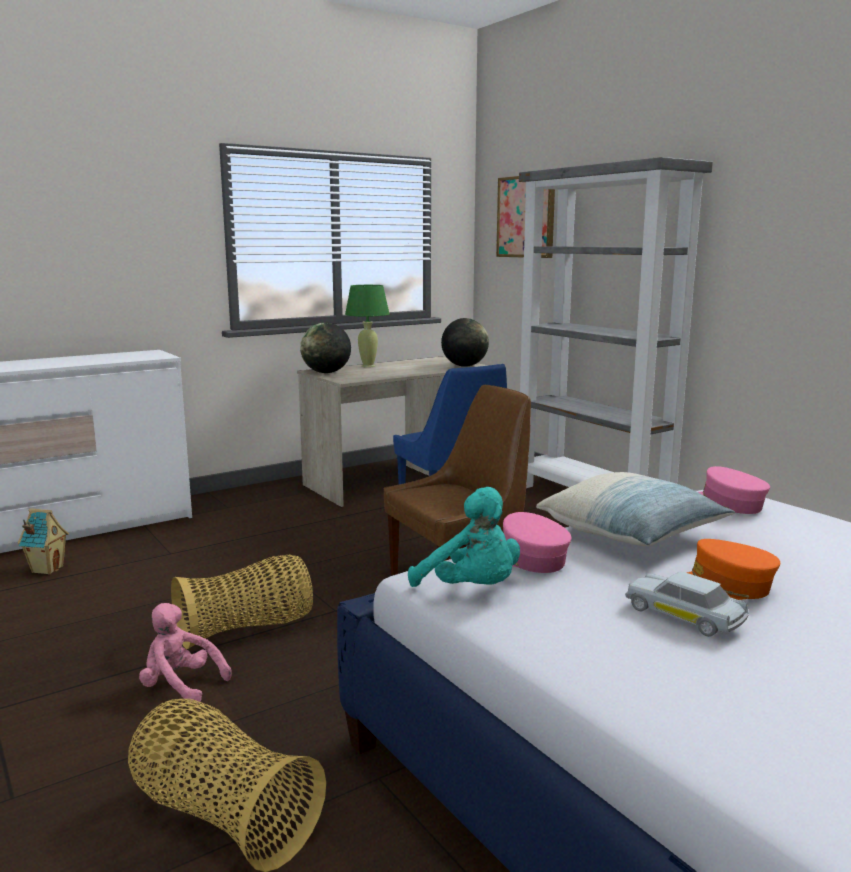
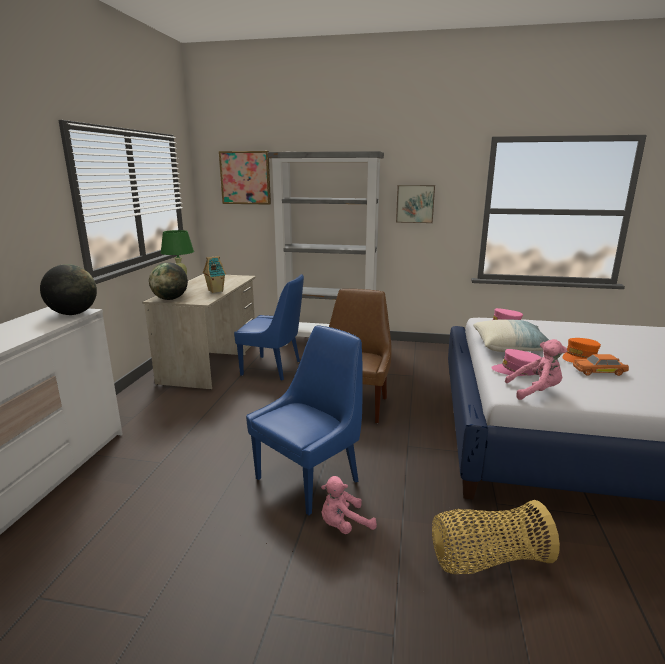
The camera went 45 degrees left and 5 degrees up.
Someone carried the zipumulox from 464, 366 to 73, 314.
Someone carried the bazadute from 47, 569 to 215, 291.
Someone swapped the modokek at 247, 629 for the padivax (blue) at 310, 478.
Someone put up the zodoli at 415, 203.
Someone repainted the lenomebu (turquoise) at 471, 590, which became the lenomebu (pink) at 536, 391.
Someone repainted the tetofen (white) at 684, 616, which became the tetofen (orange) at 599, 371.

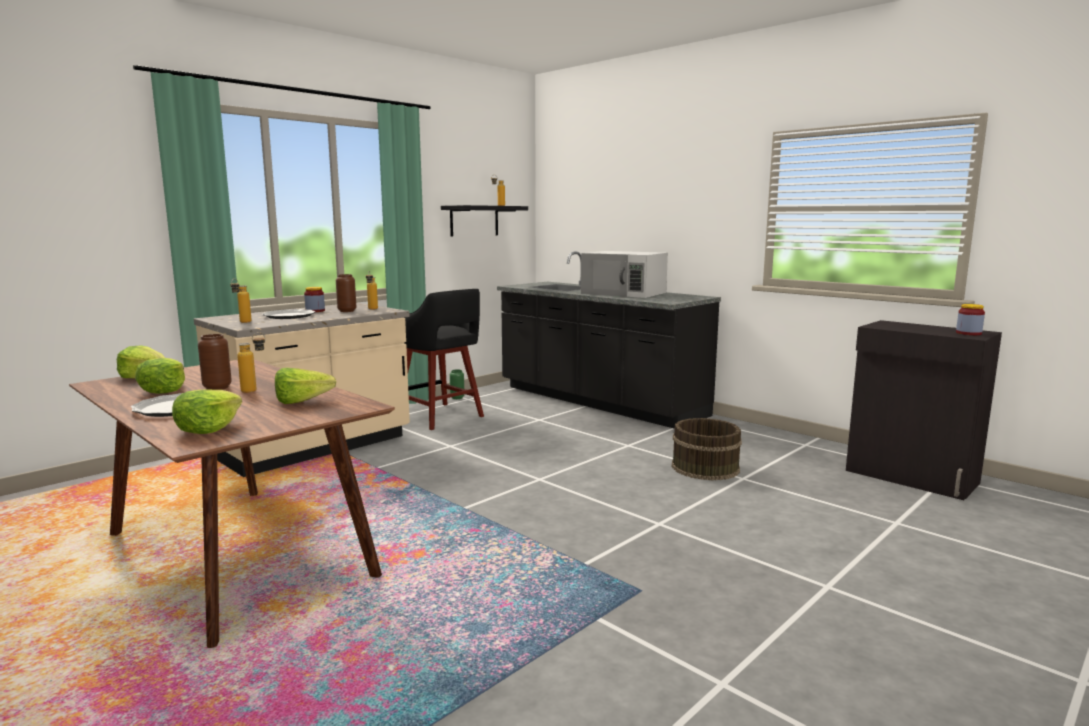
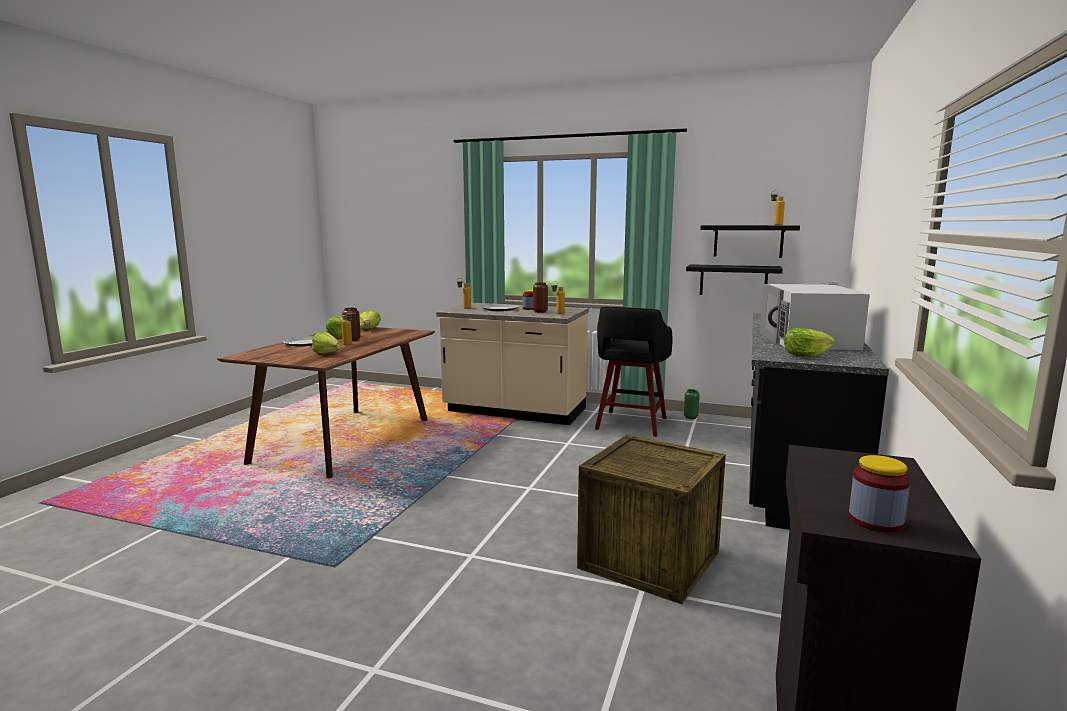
The camera went 65 degrees right and 0 degrees up.
Someone swapped the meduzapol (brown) at 704, 467 for the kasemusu at 649, 560.
Someone put up the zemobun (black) at 733, 280.
Someone carried the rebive from 208, 429 to 805, 355.

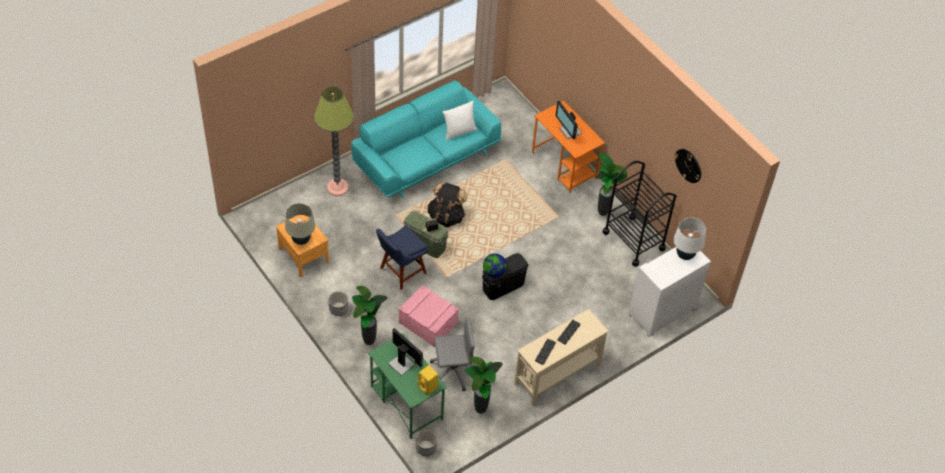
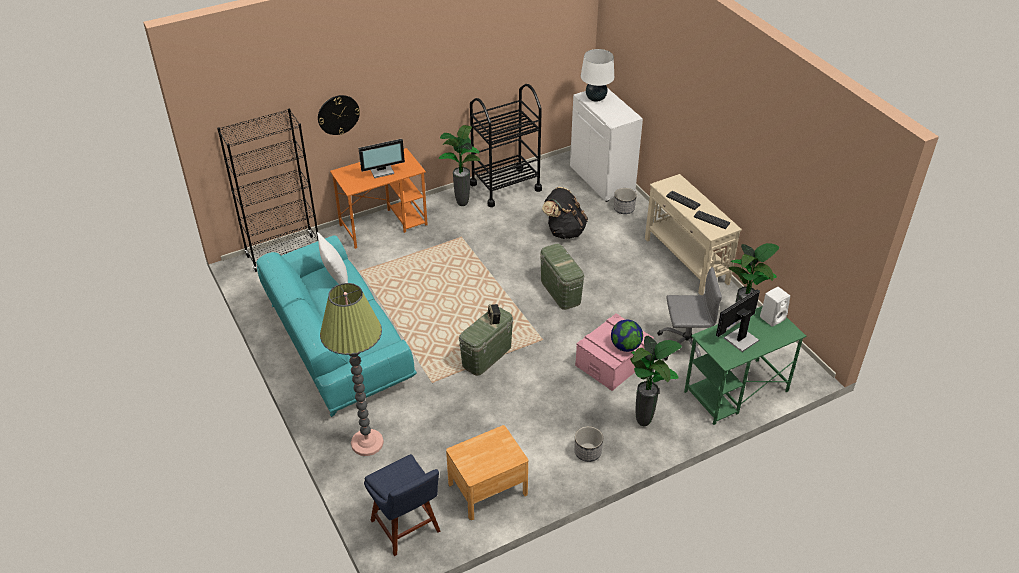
The camera went 80 degrees left and 10 degrees down.
Someone put down the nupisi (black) at 284, 253.
Someone carried the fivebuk from 688, 165 to 338, 114.
Someone carried the padivax (blue) from 401, 272 to 407, 528.
Someone repainted the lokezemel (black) at 503, 286, which became the lokezemel (green) at 561, 291.
Someone carried the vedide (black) from 446, 216 to 564, 231.
Someone carried the zipumulox from 494, 272 to 625, 346.
Someone carried the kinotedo from 425, 448 to 623, 209.
Someone rotated the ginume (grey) at 453, 371 by 90 degrees clockwise.
Someone repainted the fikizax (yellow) at 428, 387, which became the fikizax (white) at 773, 318.
Someone took away the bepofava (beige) at 301, 240.

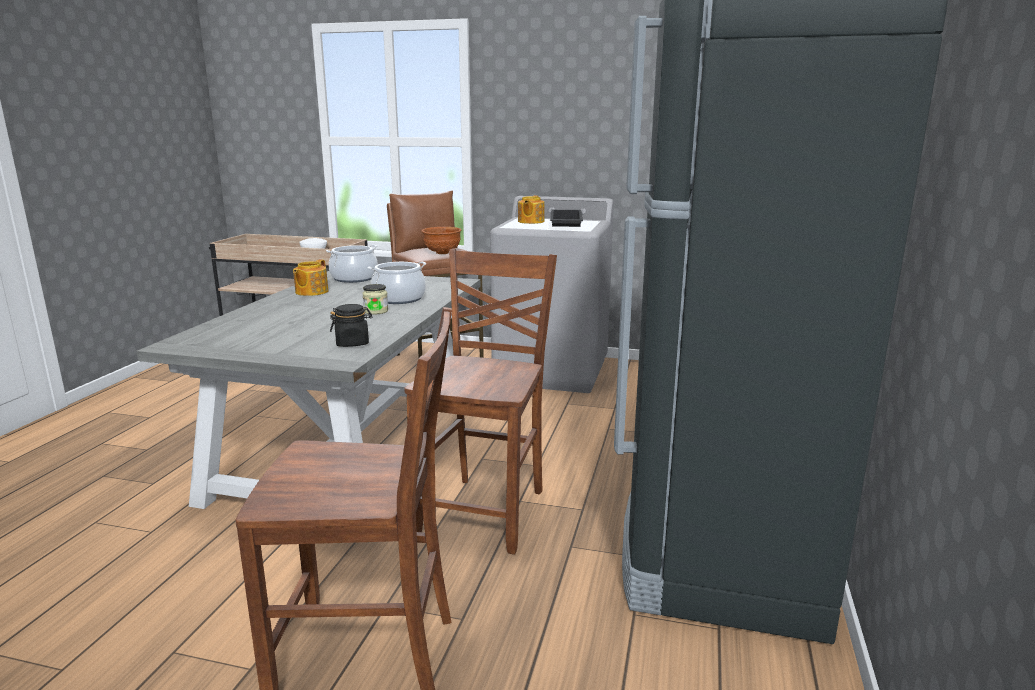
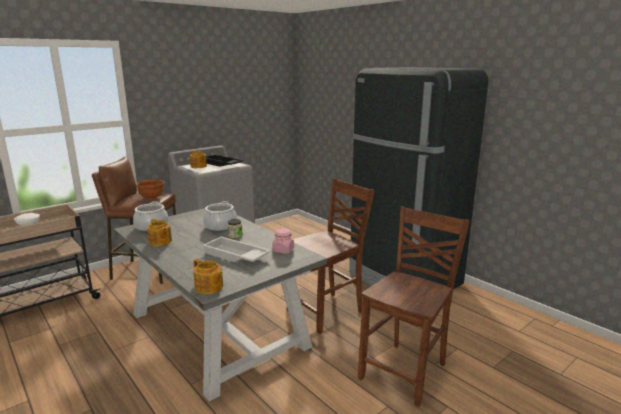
The camera went 55 degrees left and 0 degrees up.
Someone put down the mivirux at 209, 287.
Someone put down the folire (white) at 235, 256.
Someone repainted the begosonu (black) at 352, 343, which became the begosonu (pink) at 283, 250.
Someone rotated the padivax (brown) at 486, 512 by 90 degrees clockwise.

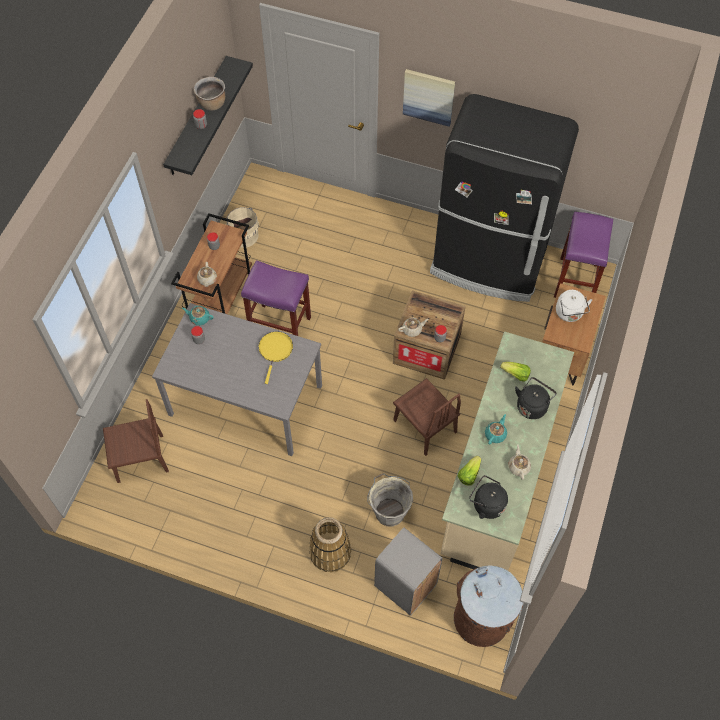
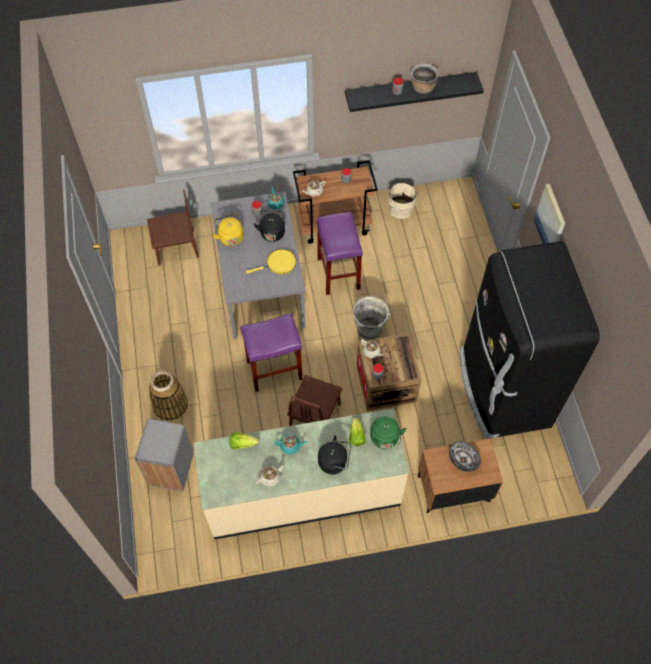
The camera went 60 degrees right and 0 degrees up.
Someone rotated the padivax (brown) at 140, 458 by 60 degrees counterclockwise.
Someone put down the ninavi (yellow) at 230, 236.
Someone carried the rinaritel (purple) from 576, 281 to 273, 370.
Someone carried the ninavi (black) from 486, 504 to 272, 232.
Someone carried the meduzapol (grey) from 389, 511 to 369, 328.
Someone put down the ninavi (green) at 385, 439.
Someone swapped the ninavi (white) at 569, 314 for the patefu at 463, 460.
Someone took away the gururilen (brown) at 481, 620.

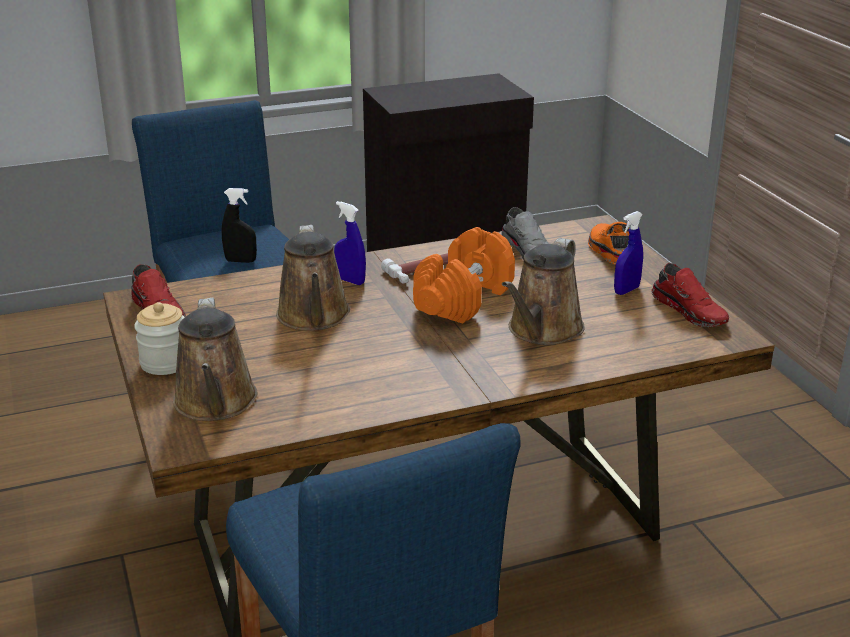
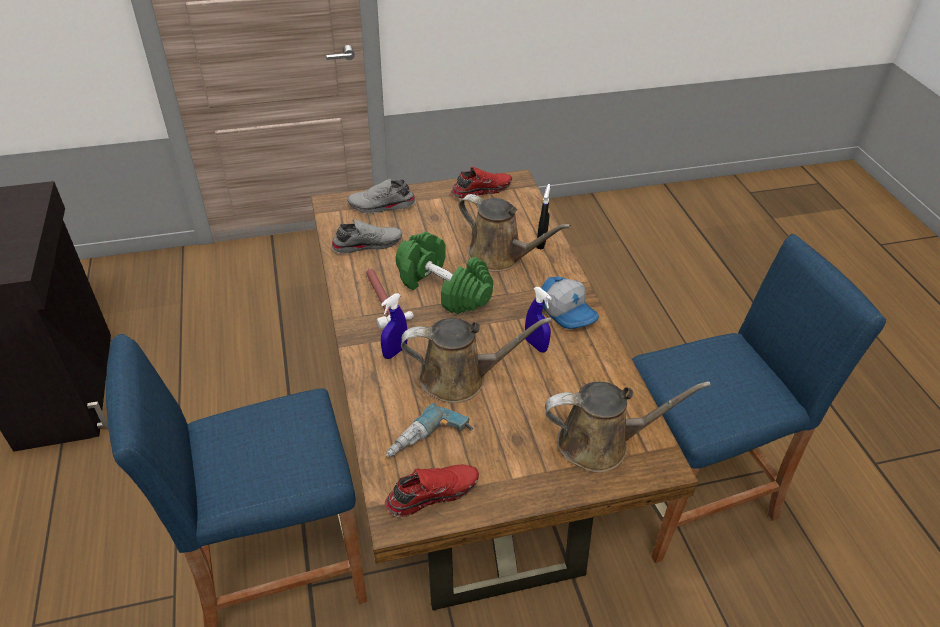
The camera went 85 degrees left and 15 degrees up.
Someone repainted the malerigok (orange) at 609, 252, which became the malerigok (grey) at 381, 206.
Someone put down the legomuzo at 429, 444.
Someone repainted the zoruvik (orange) at 463, 298, which became the zoruvik (green) at 442, 288.
Someone carried the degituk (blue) from 626, 290 to 536, 345.
Someone carried the degituk (black) from 240, 261 to 541, 242.
Someone put down the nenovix at 568, 311.
Someone took away the begosonu at 165, 363.

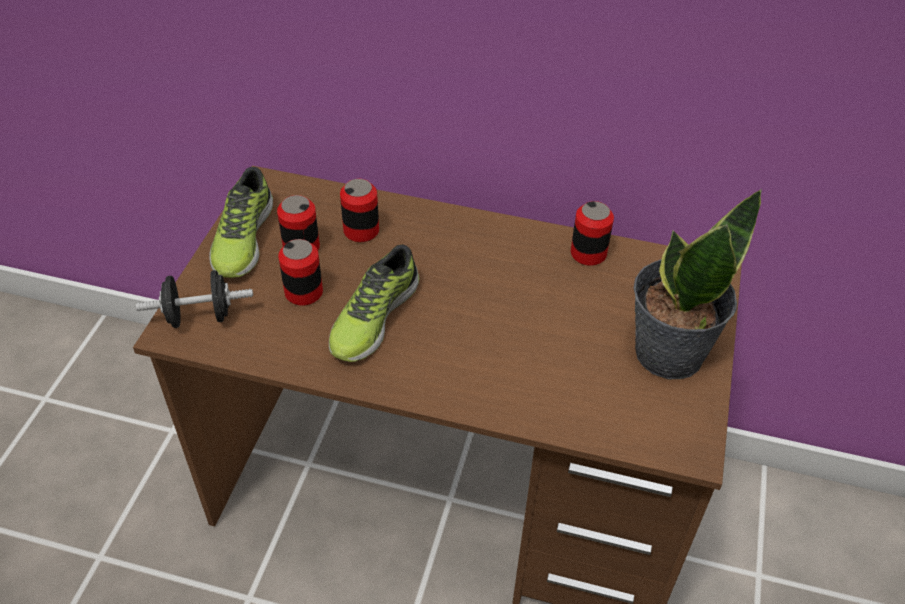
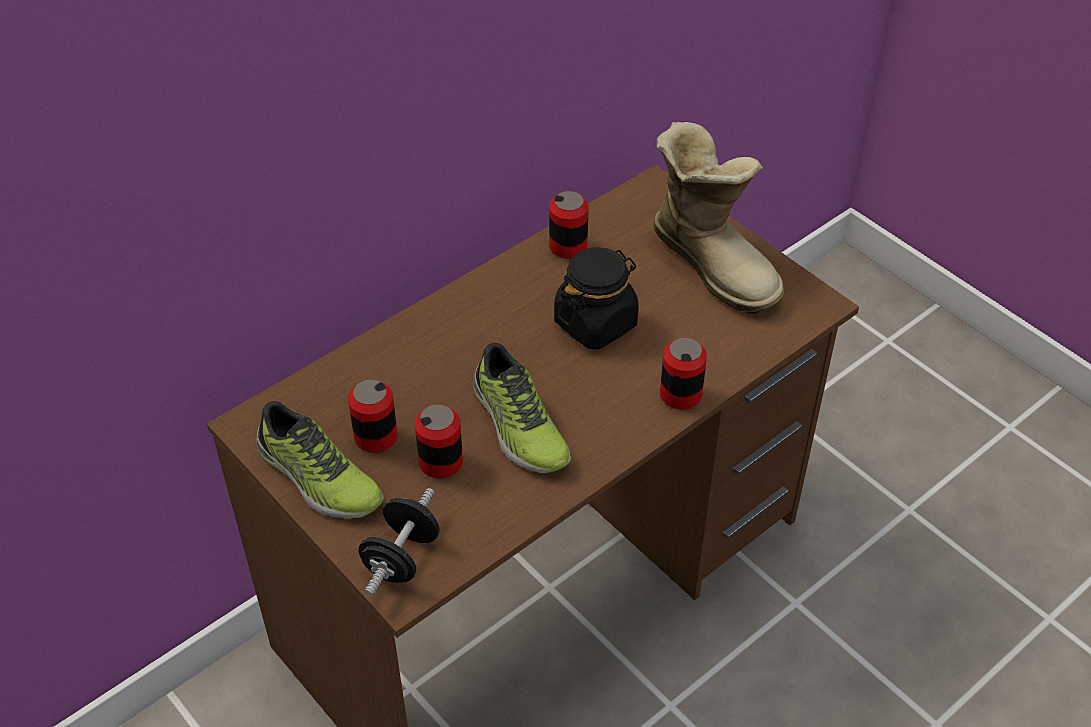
The camera went 55 degrees left and 0 degrees up.
Someone put down the begosonu (black) at 595, 323.
Someone swapped the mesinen at 667, 352 for the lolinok at 715, 262.
Someone carried the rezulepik from 361, 231 to 680, 395.

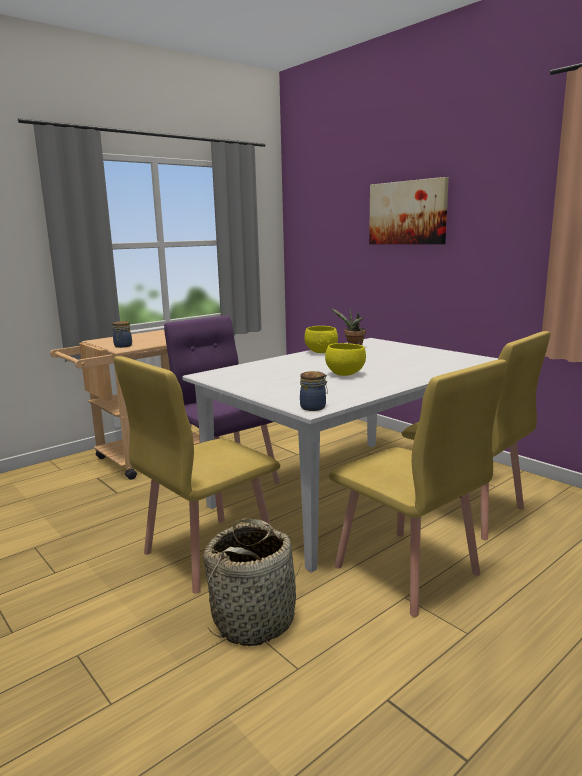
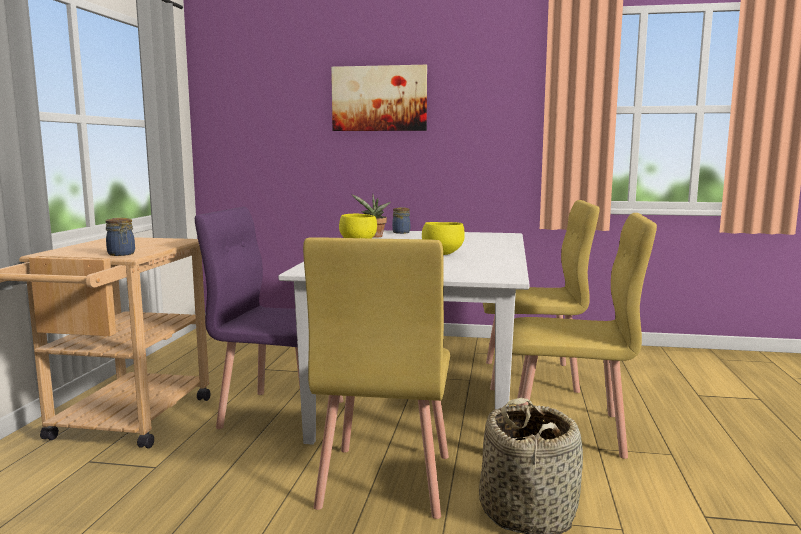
The camera went 40 degrees left and 5 degrees down.
Someone carried the begosonu from 314, 407 to 401, 232.

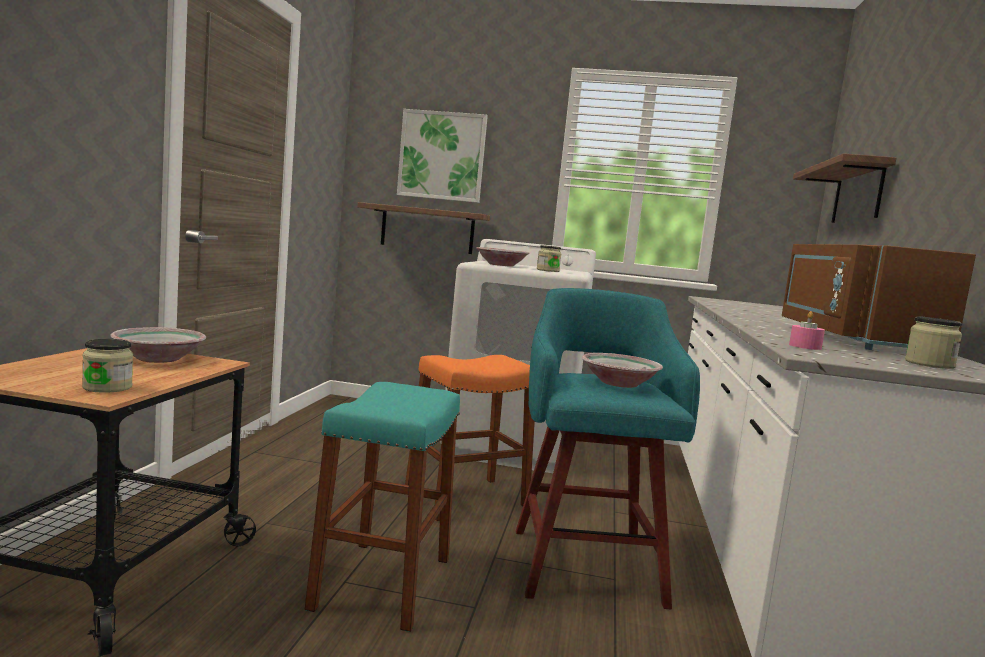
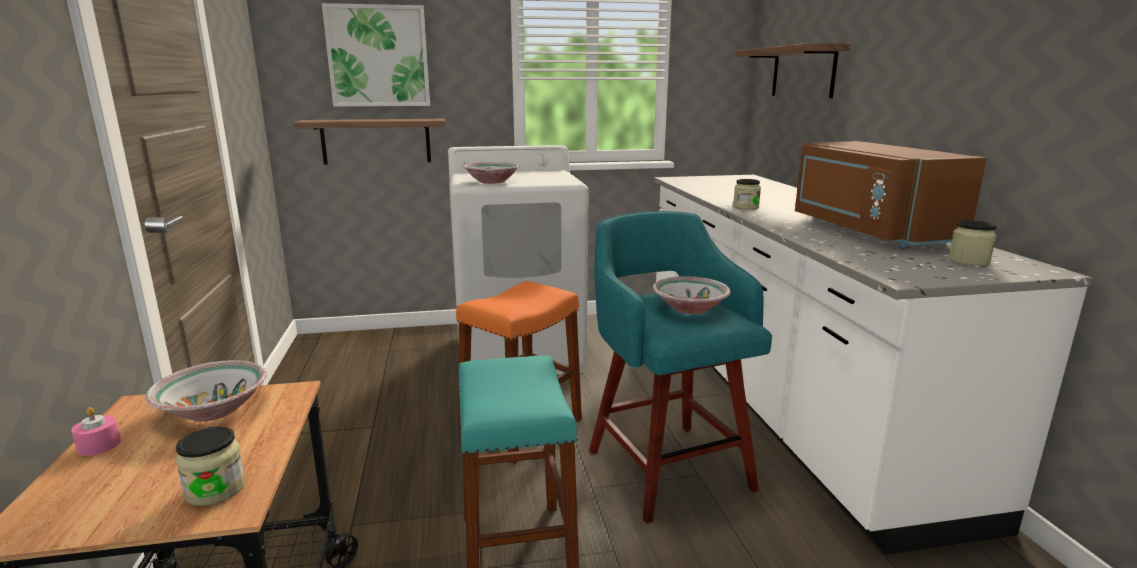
The camera went 20 degrees left and 10 degrees up.
Someone carried the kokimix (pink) from 805, 346 to 99, 445.
Someone carried the begosonu from 547, 270 to 745, 207.

